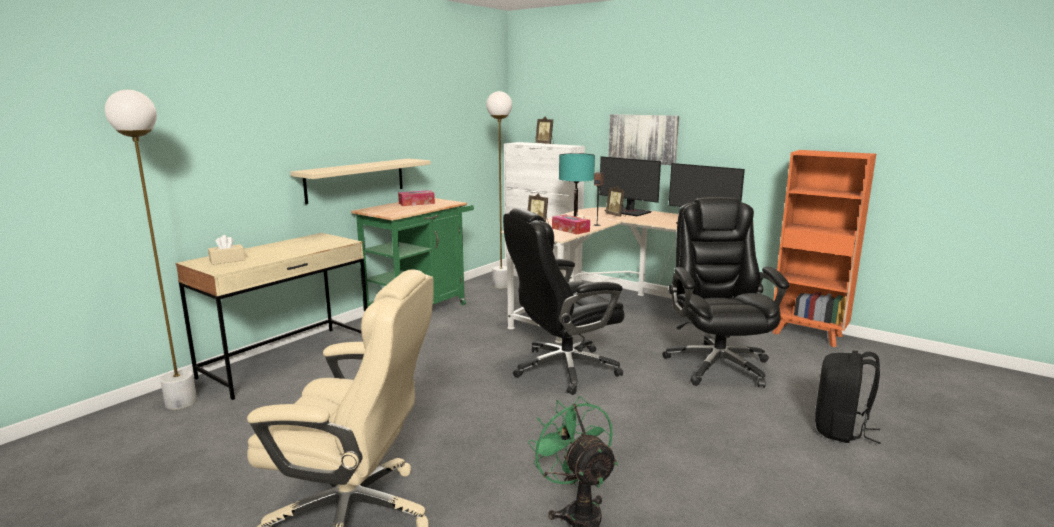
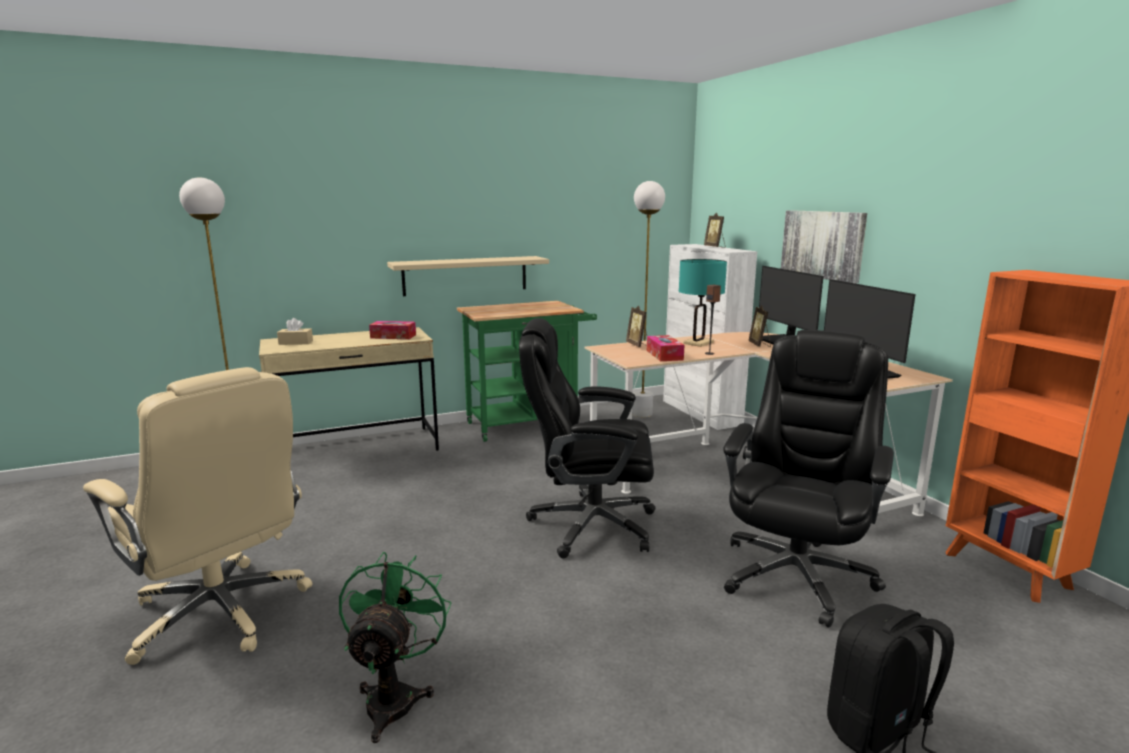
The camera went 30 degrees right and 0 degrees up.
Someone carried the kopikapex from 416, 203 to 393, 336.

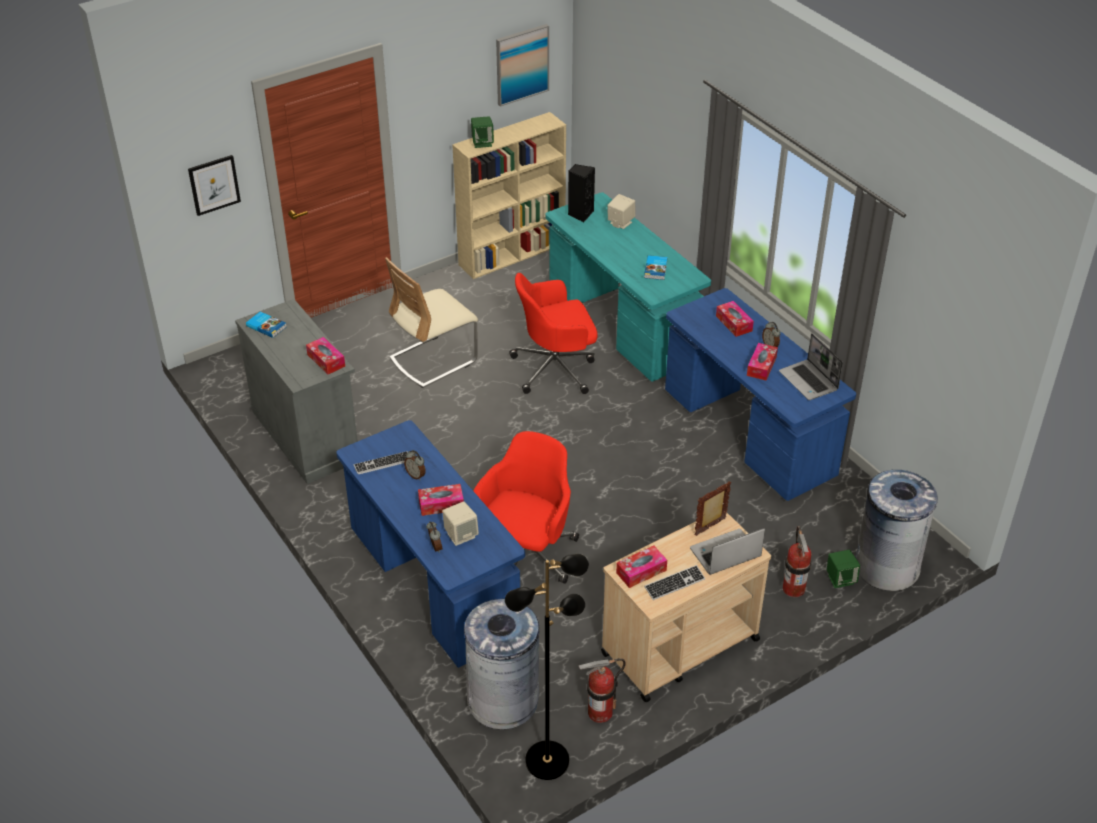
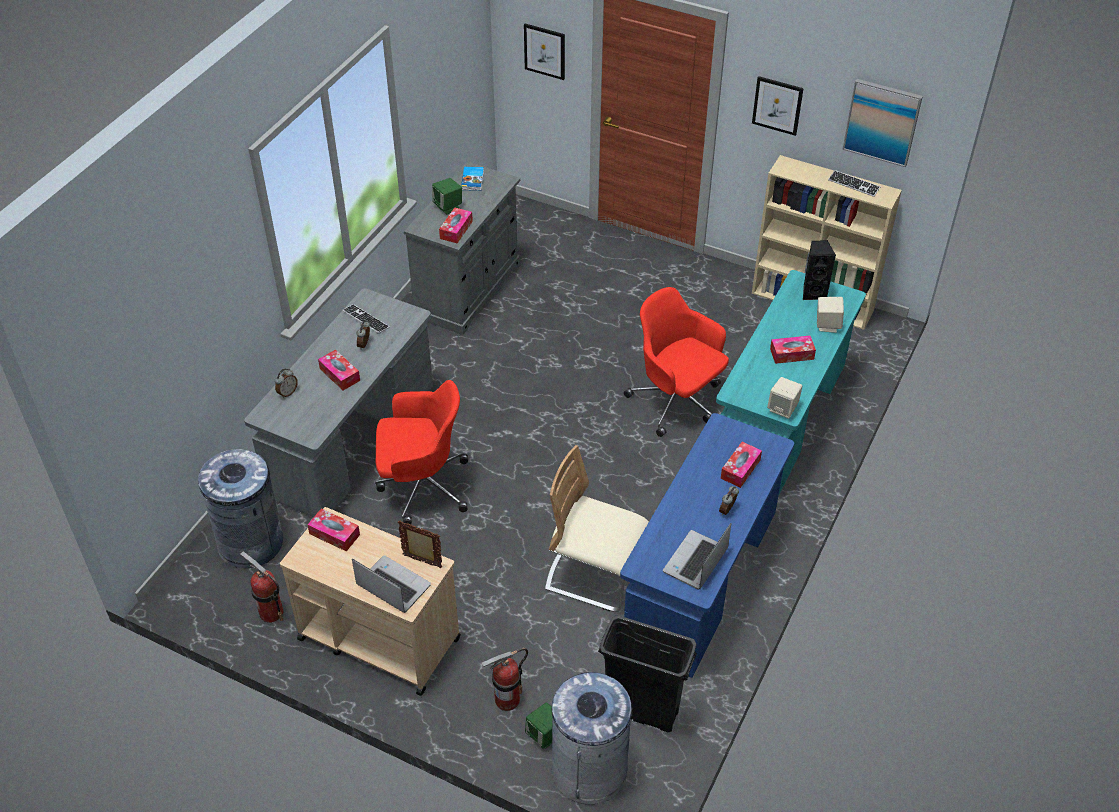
The camera went 60 degrees right and 5 degrees up.
Someone repainted the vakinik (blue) at 433, 583, which became the vakinik (grey) at 353, 441.
Someone carried the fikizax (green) from 482, 143 to 448, 207.
Someone carried the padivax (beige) from 433, 360 to 595, 575.
Someone put down the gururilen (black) at 642, 711.
Someone put up the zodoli at 777, 105.
Someone carried the fikizax (beige) from 461, 535 to 783, 409.
Someone carried the kopikapex from 761, 366 to 791, 354.
Someone carried the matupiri from 674, 584 to 853, 184.
Someone took away the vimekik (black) at 547, 759.
Someone took away the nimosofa at 656, 269.

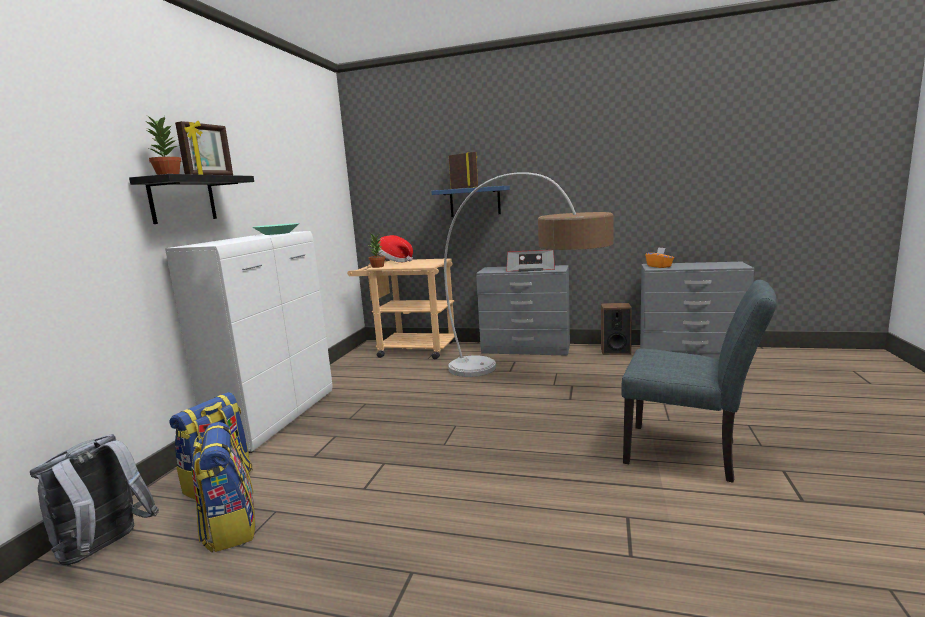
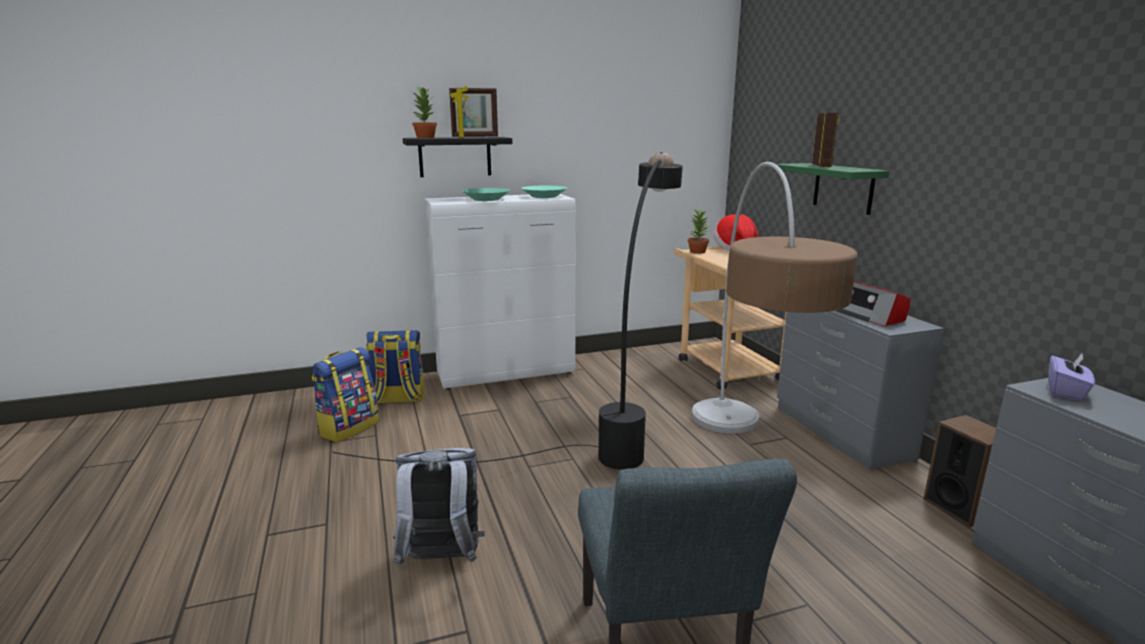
The camera went 55 degrees right and 5 degrees up.
Someone put down the vimekik (black) at 607, 429.
Someone carried the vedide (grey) from 105, 549 to 441, 560.
Someone put down the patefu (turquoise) at 486, 199.
Someone repainted the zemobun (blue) at 475, 201, which became the zemobun (green) at 843, 188.
Someone repainted the kopikapex (orange) at 659, 266, which became the kopikapex (purple) at 1066, 391.

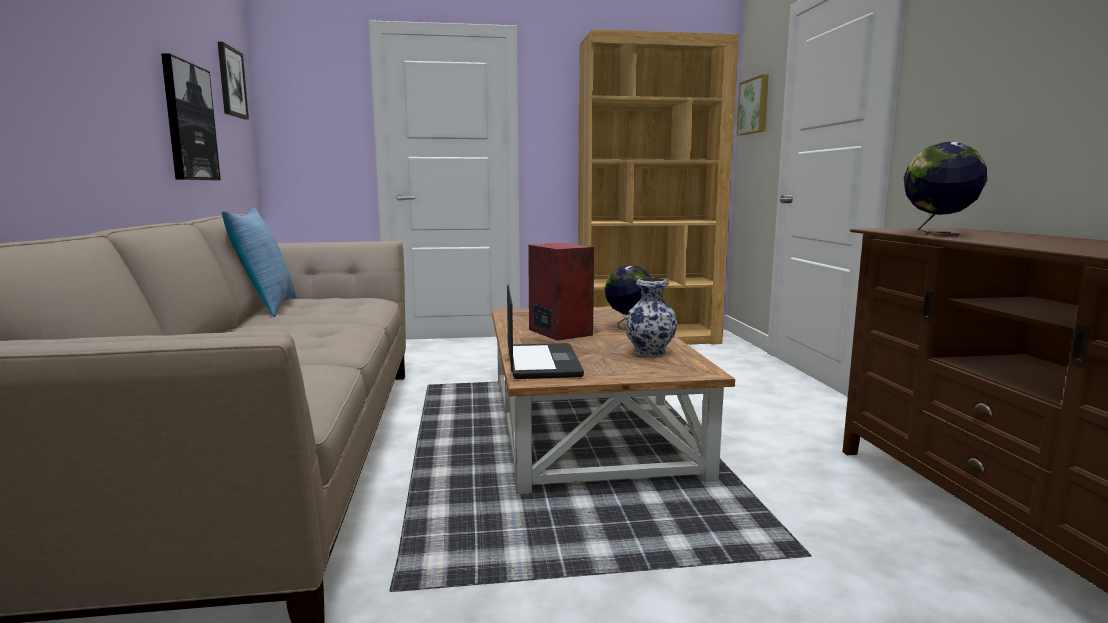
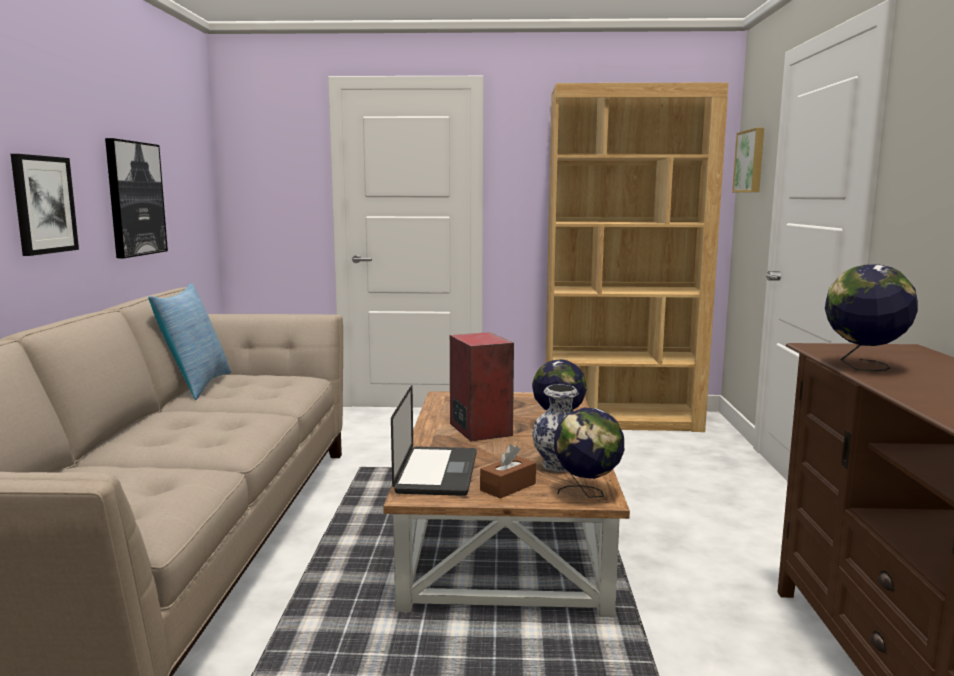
The camera went 10 degrees right and 0 degrees up.
Someone carried the zodoli from 231, 82 to 43, 204.
Someone put down the kopikapex (brown) at 508, 487.
Someone put down the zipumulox at 587, 494.

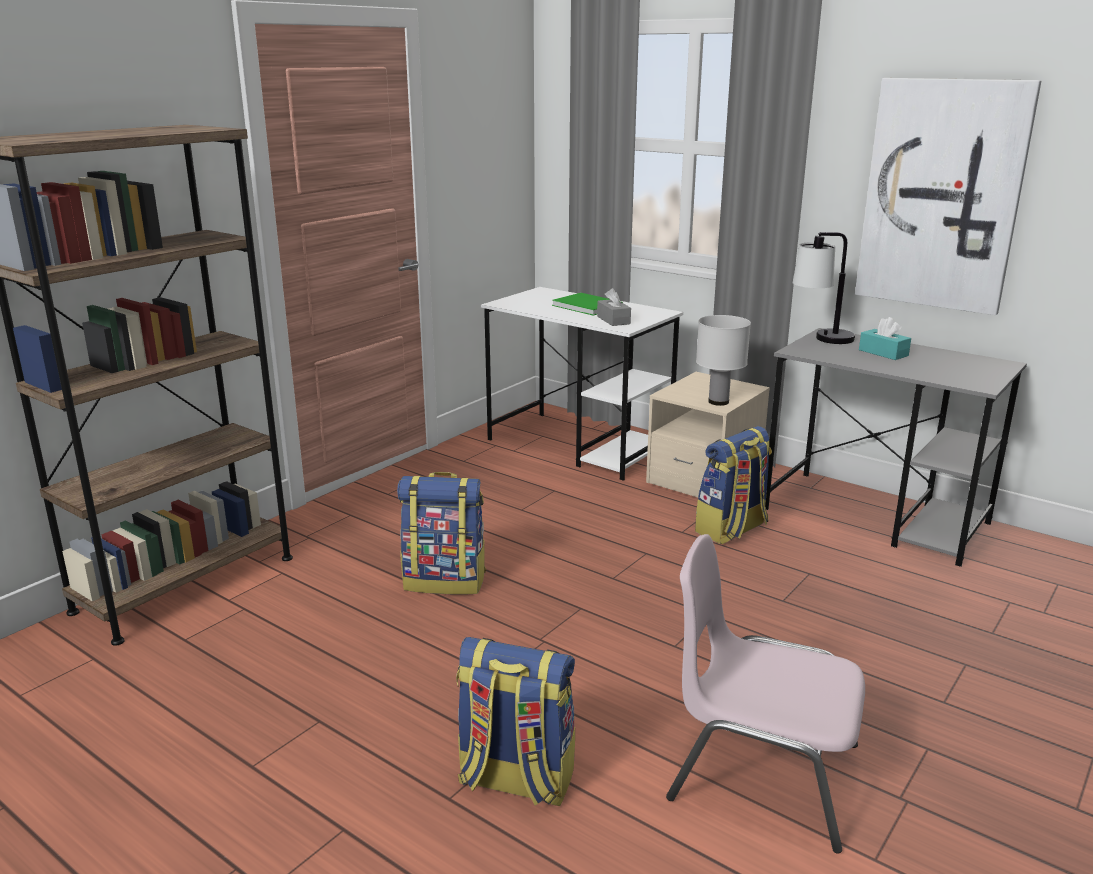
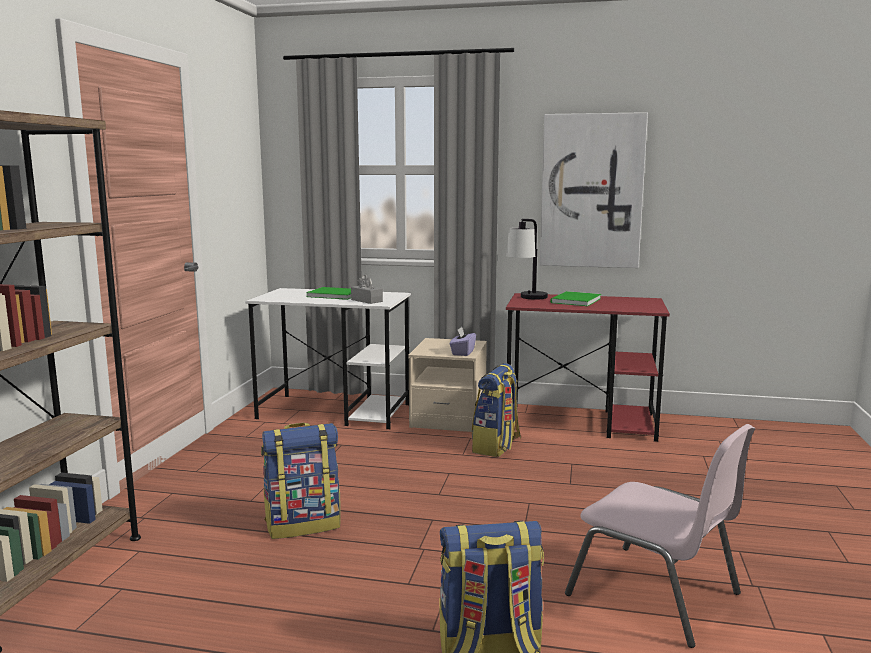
The camera went 25 degrees left and 10 degrees down.
Someone swapped the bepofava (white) at 718, 402 for the kopikapex (purple) at 462, 352.
Someone repainted the vakinik (grey) at 876, 516, which became the vakinik (red) at 582, 422.
Someone swapped the kopikapex (turquoise) at 883, 353 for the nimosofa (green) at 574, 301.
Someone rotated the padivax (pink) at 761, 772 by 135 degrees counterclockwise.

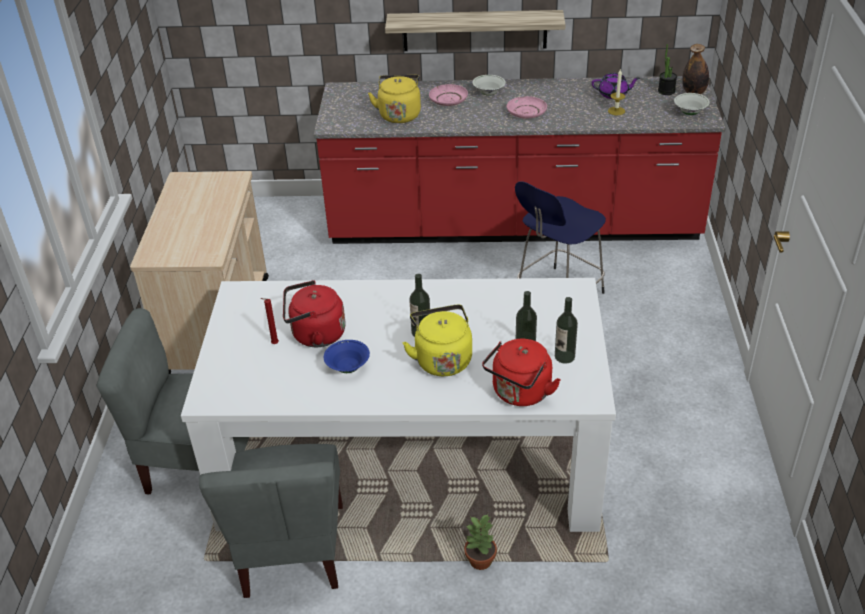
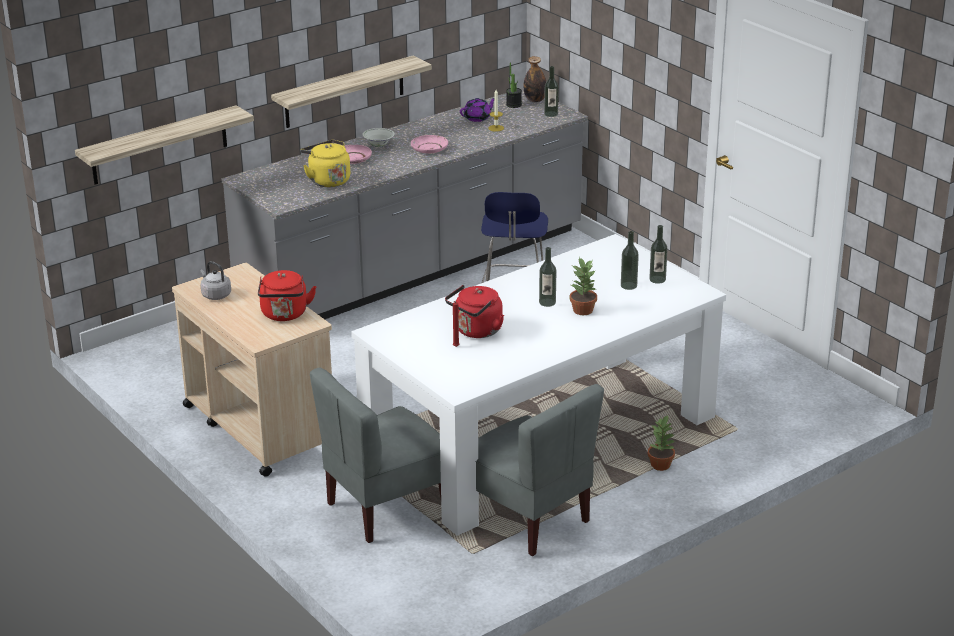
The camera went 40 degrees left and 10 degrees down.
Someone put up the zemobun at 159, 145.
Someone put down the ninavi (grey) at 215, 295.
Someone repainted the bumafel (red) at 513, 224, which became the bumafel (grey) at 414, 269.
Someone carried the ninavi (red) from 520, 393 to 284, 315.
Someone swapped the patefu (white) at 690, 113 for the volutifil at 551, 114.
Someone swapped the ninavi (yellow) at 442, 359 for the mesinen at 583, 310.
Someone took away the patefu (blue) at 348, 368.

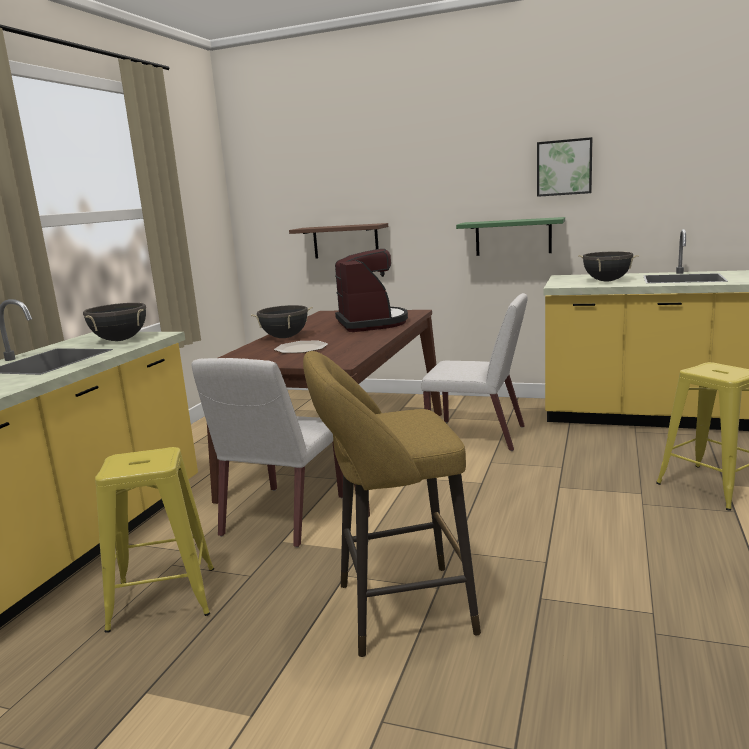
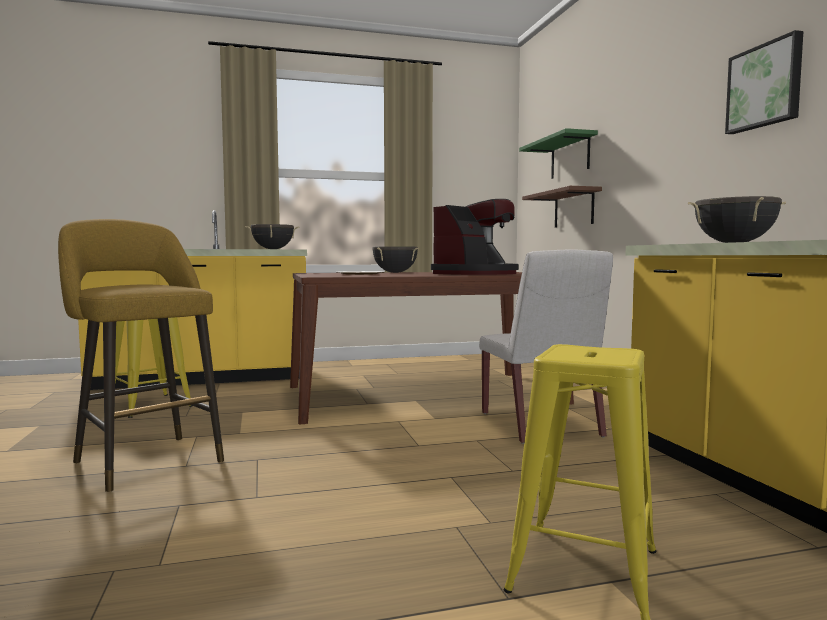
The camera went 55 degrees right and 10 degrees down.
Someone carried the zemobun (green) from 513, 237 to 570, 157.
Someone took away the padivax (white) at 283, 516.

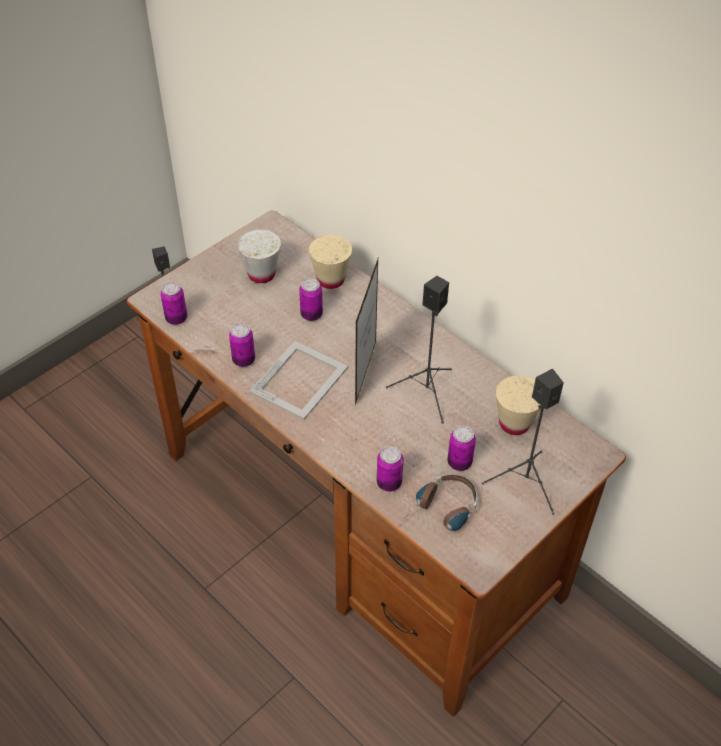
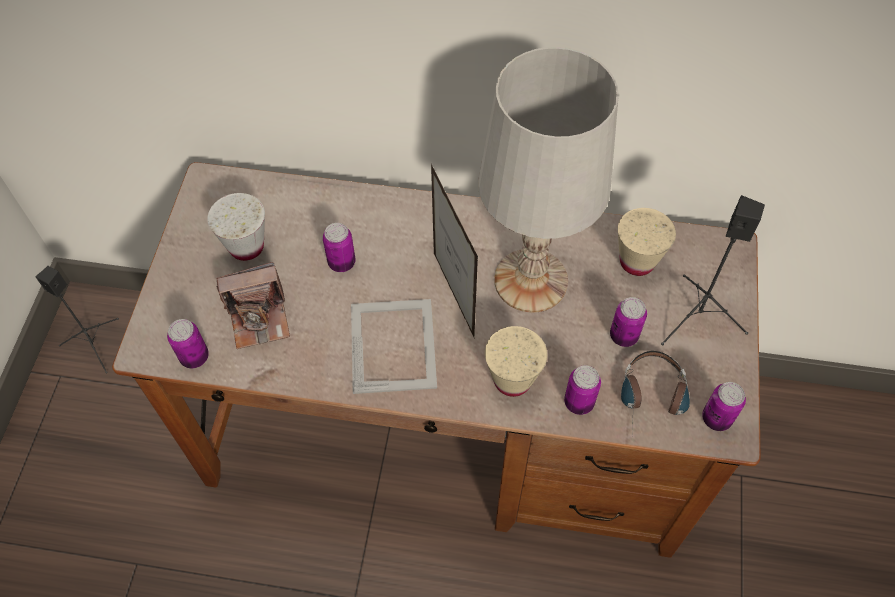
The camera went 35 degrees left and 10 degrees up.
Someone put down the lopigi at 259, 317.
Someone swapped the fikizax (black) at 427, 393 for the bepofava (white) at 532, 280.
Someone carried the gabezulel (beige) from 330, 280 to 512, 380.
Someone carried the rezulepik from 243, 360 to 716, 418.

